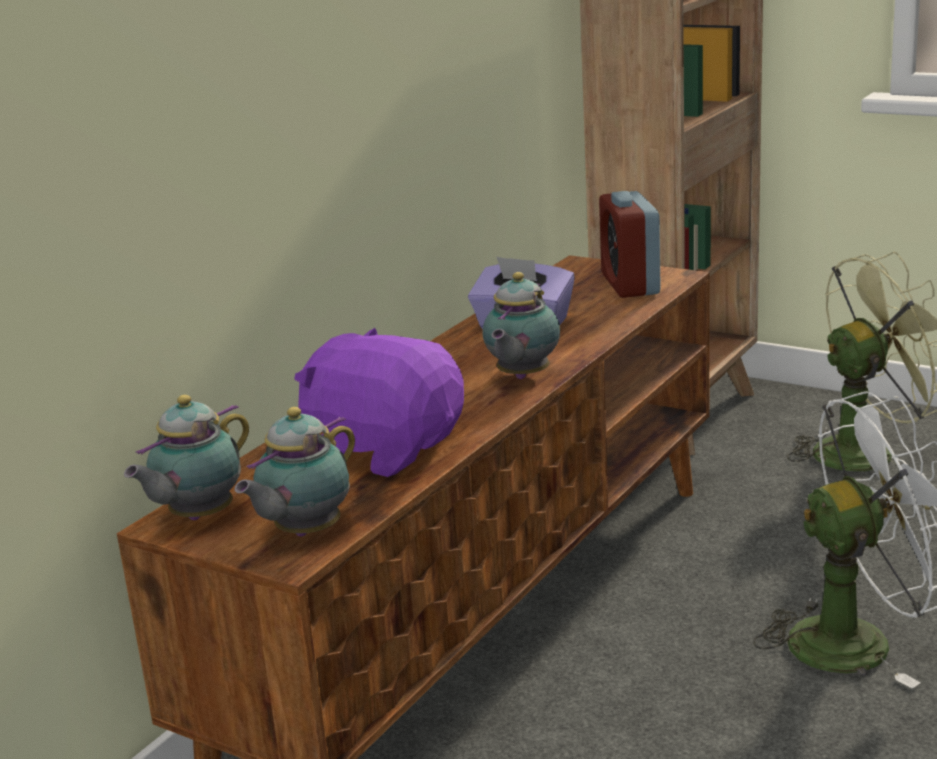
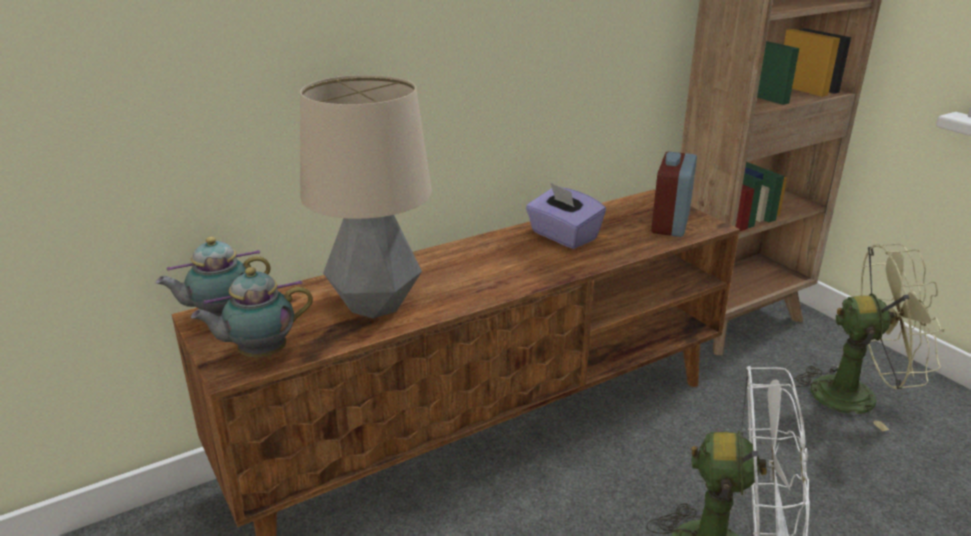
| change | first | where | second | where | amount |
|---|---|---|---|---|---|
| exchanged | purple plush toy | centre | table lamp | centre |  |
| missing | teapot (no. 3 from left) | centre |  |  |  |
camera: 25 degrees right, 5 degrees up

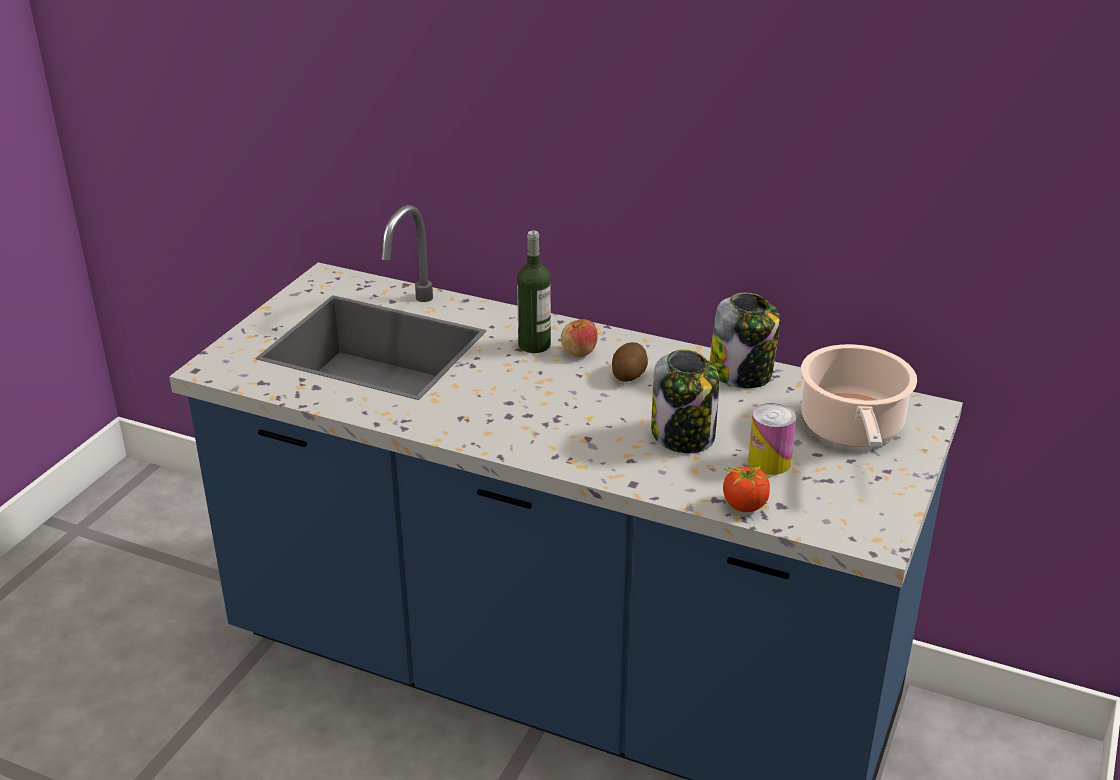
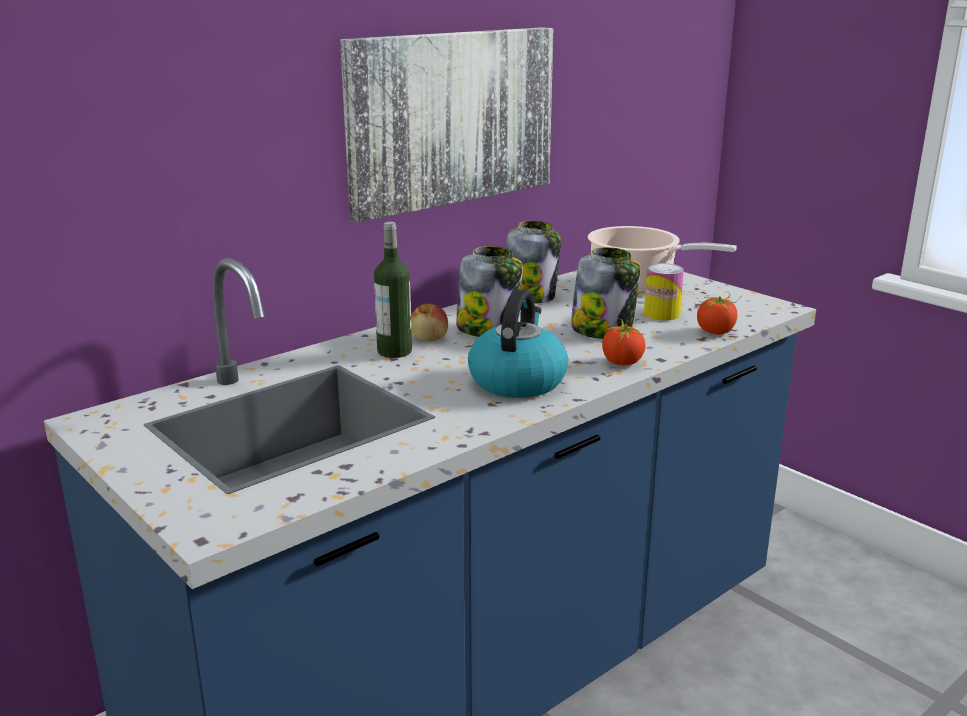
| change | first | where | second | where | amount |
|---|---|---|---|---|---|
| appeared |  |  | picture | top centre |  |
| exchanged | potato | centre | jar (no. 1 from left) | centre |  |
| appeared |  |  | kettle | centre |  |
| appeared |  |  | tomato (no. 1 from left) | centre |  |
camera: 65 degrees left, 10 degrees down

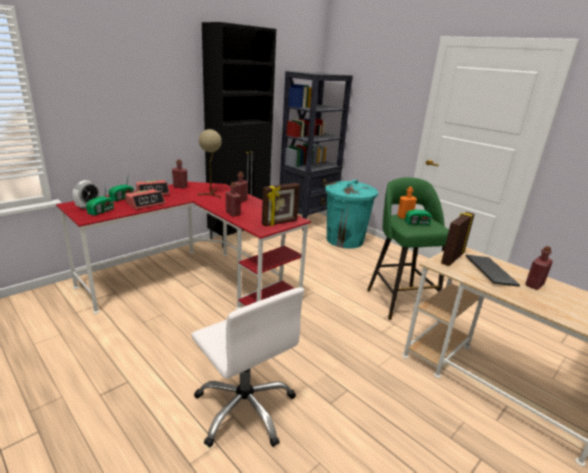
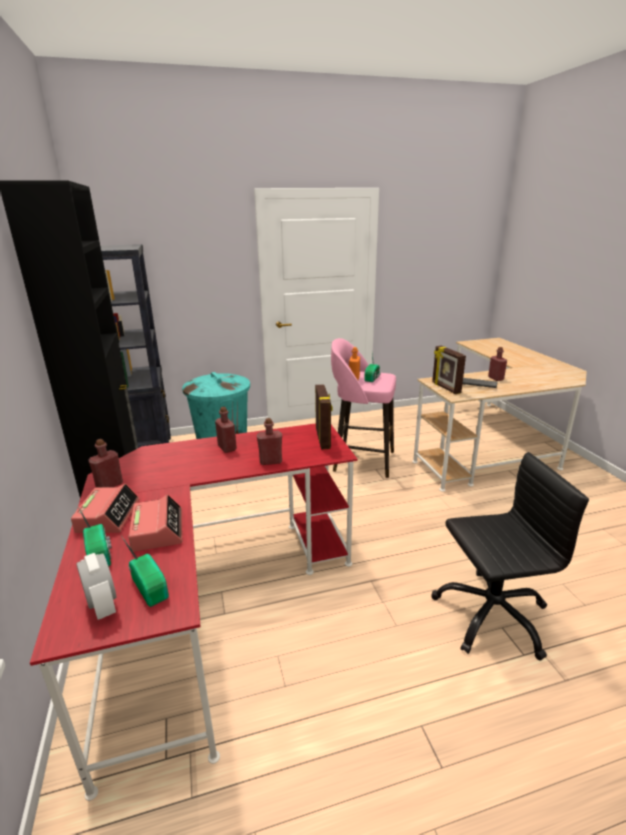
| change | first | where | second | where | amount |
|---|---|---|---|---|---|
| colour | green stool | middle right | pink stool | centre |  |
| colour | white office chair | bottom centre | black office chair | middle right |  |
| missing | beige table lamp | centre |  |  |  |
camera: 60 degrees left, 0 degrees up

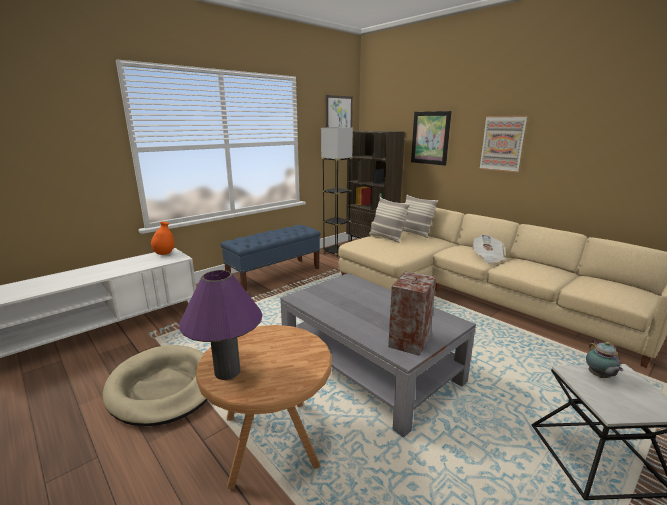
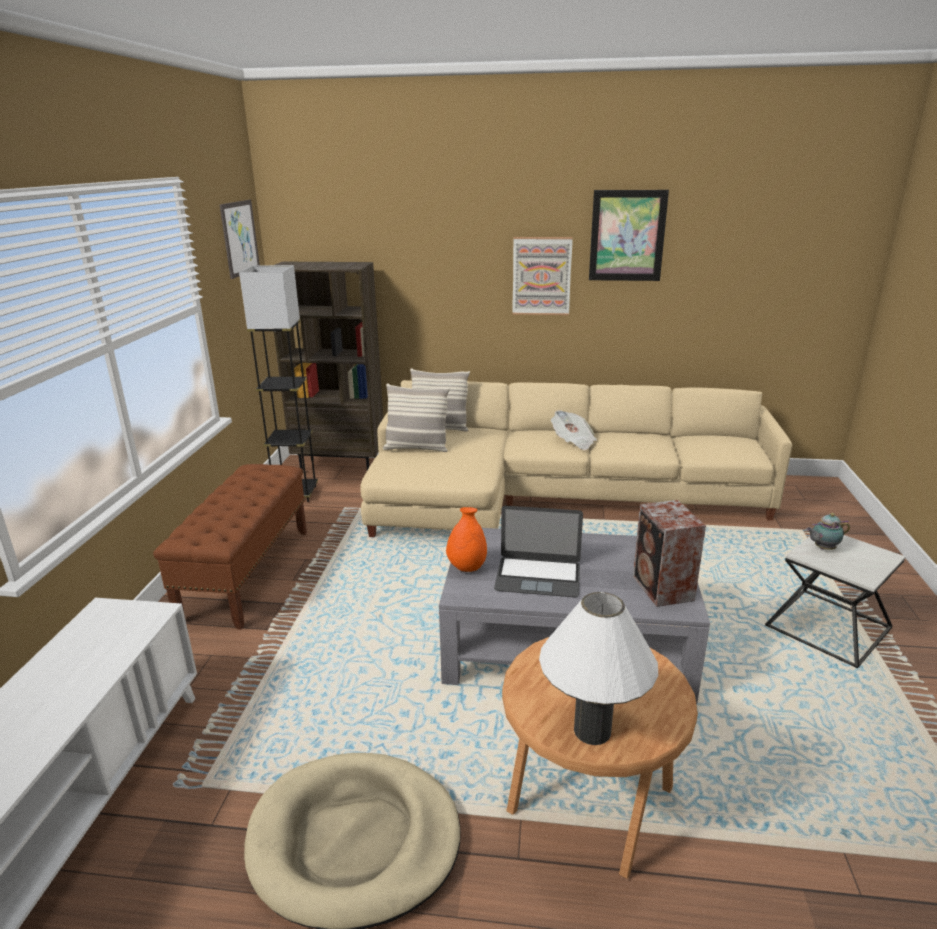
| change | first | where | second | where | amount |
|---|---|---|---|---|---|
| colour | blue bench | centre | brown bench | middle left |  |
| relocated | orange vase | middle left |  | centre |  |
| appeared |  |  | laptop | centre |  |
| colour | purple table lamp | middle left | white table lamp | bottom centre |  |
| relocated | picture (no. 2 from left in the first image) | top centre | picture (no. 3 from left) | top right |  |
| spun | teapot | bottom right |  | middle right | 120 degrees clockwise |
camera: 40 degrees left, 5 degrees up

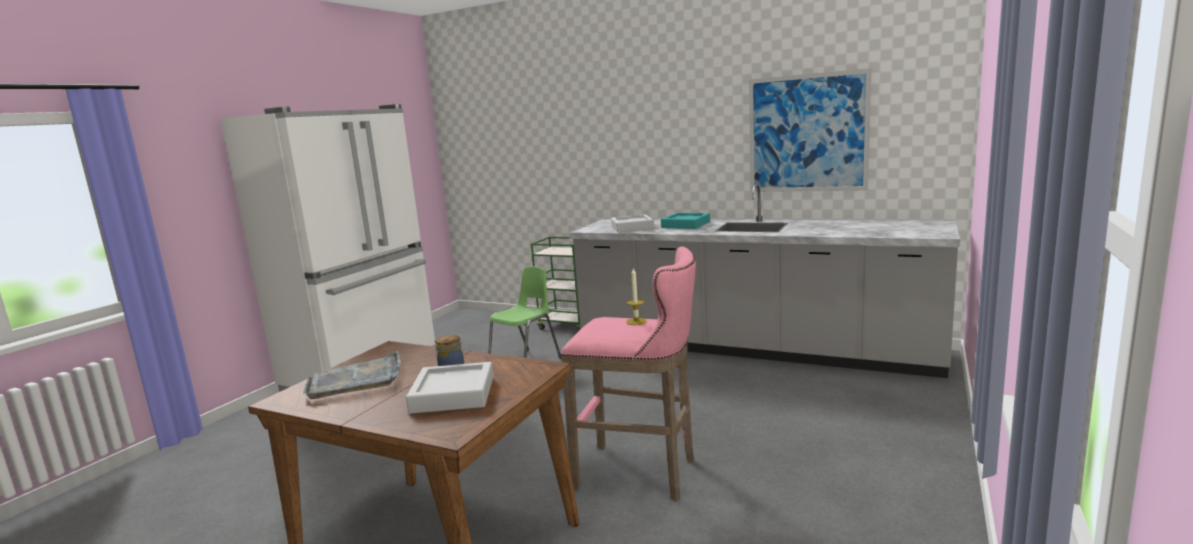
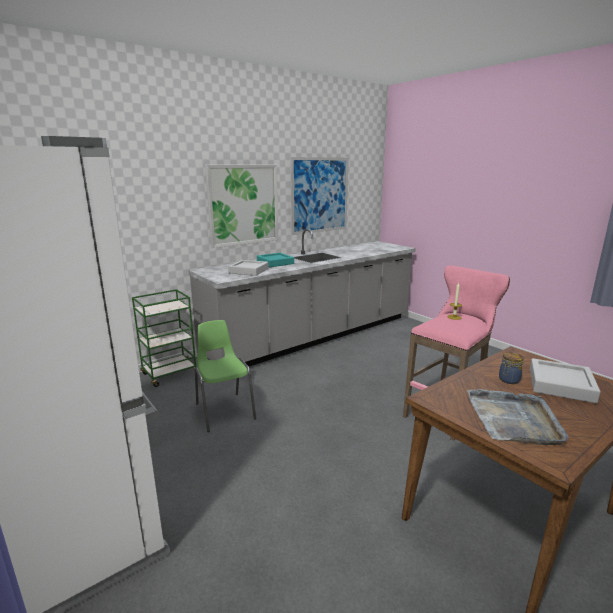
| change | first | where | second | where | amount |
|---|---|---|---|---|---|
| appeared |  |  | picture (no. 1 from left) | centre |  |
camera: 65 degrees left, 5 degrees up

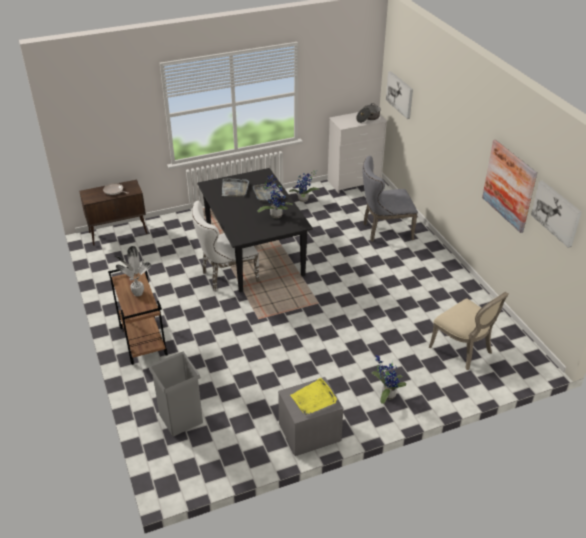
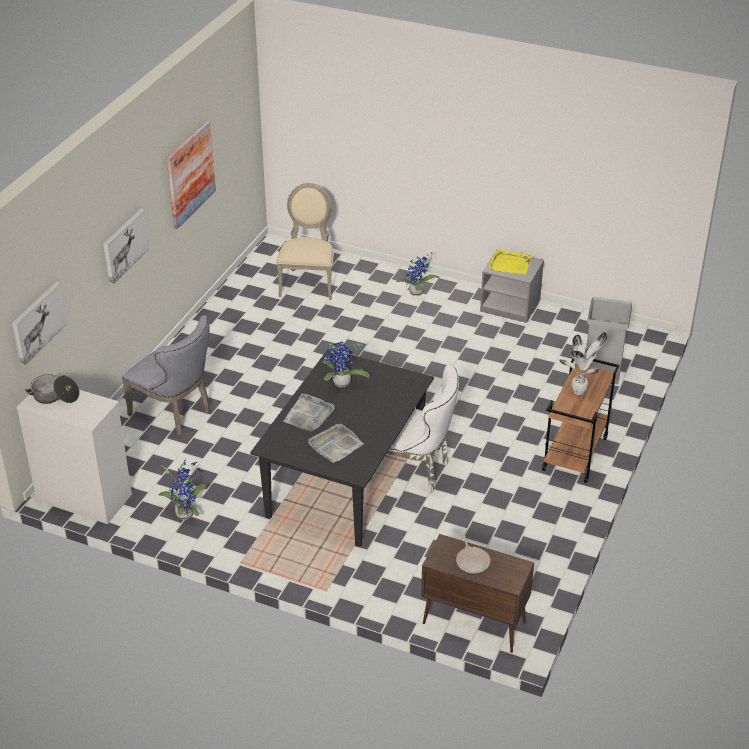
| change | first | where | second | where | amount |
|---|---|---|---|---|---|
| relocated | picture (no. 3 from left in the first image) | middle right | picture (no. 2 from left) | top left |  |
camera: 135 degrees left, 0 degrees up

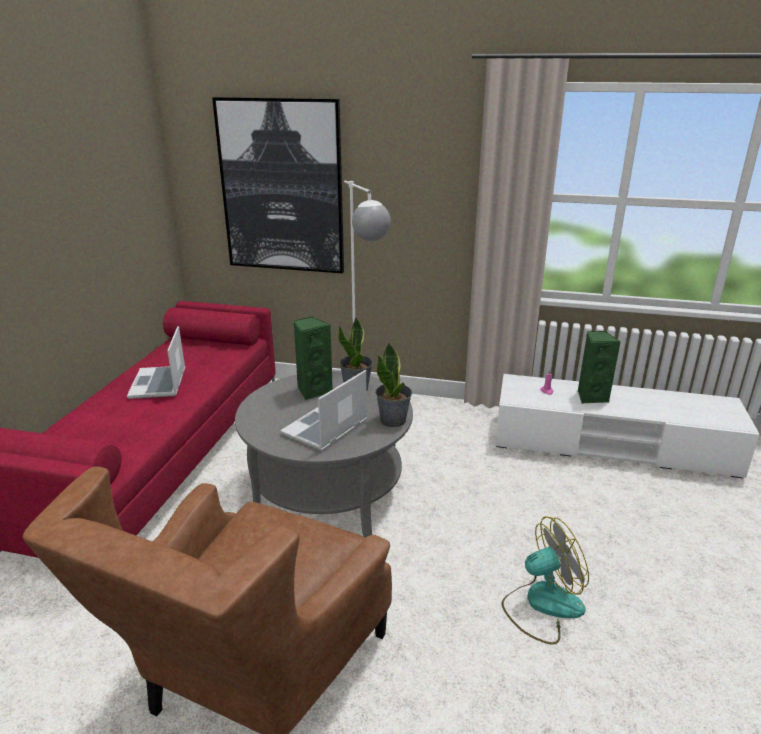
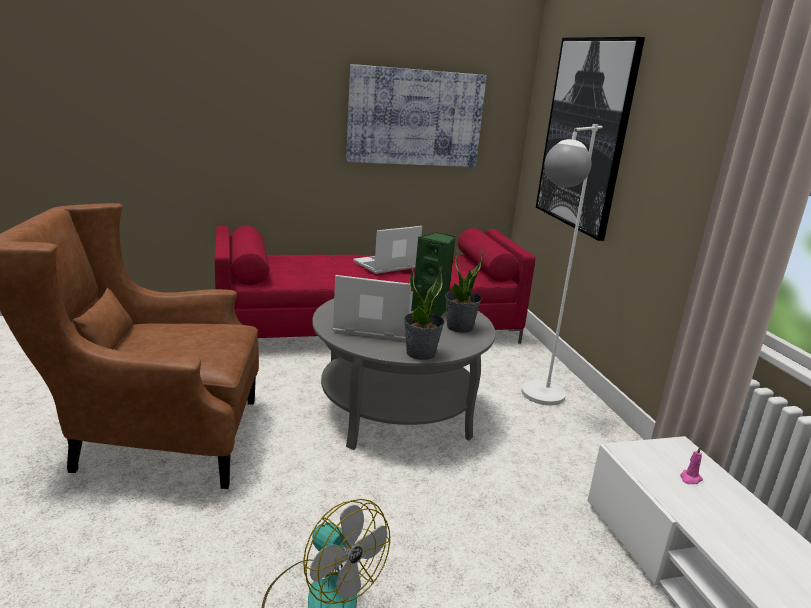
| change | first | where | second | where | amount |
|---|---|---|---|---|---|
| appeared |  |  | picture (no. 1 from left) | top centre |  |
| missing | green speaker (no. 2 from left) | middle right |  |  |  |
camera: 60 degrees right, 5 degrees down

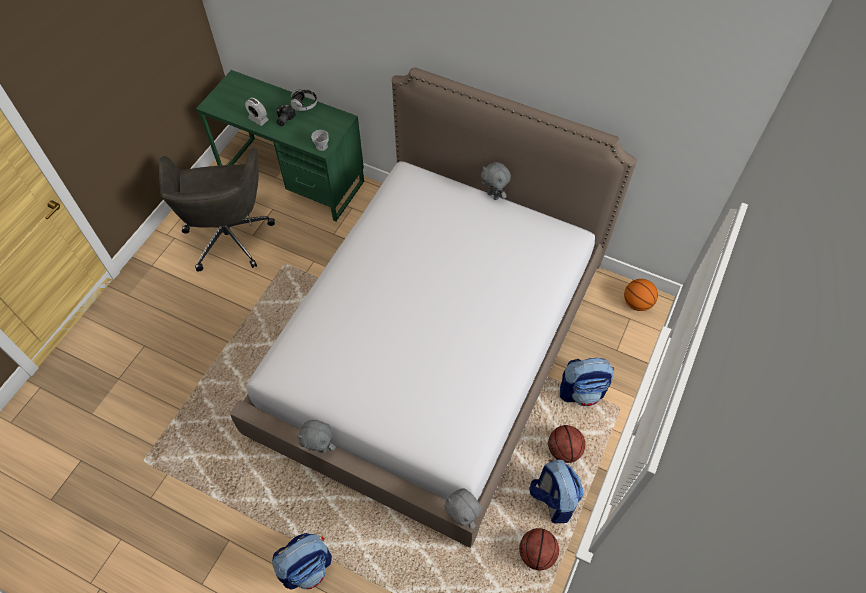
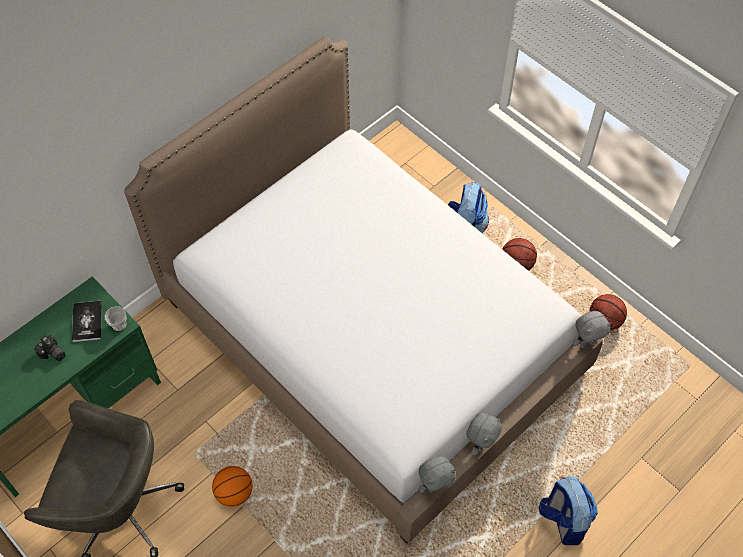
| change | first | where | second | where | amount |
|---|---|---|---|---|---|
| appeared |  |  | book | middle left |  |
| relocated | basketball (no. 3 from left in the first image) | middle right | basketball (no. 1 from left) | bottom left |  |
| relocated | grey plush toy (no. 3 from left in the first image) | top centre | grey plush toy (no. 1 from left) | bottom centre |  |
| missing | alarm clock | top left |  |  |  |
| missing | headphones | top centre |  |  |  |
| missing | backpack (no. 2 from left) | bottom centre |  |  |  |
camera: 70 degrees left, 0 degrees up

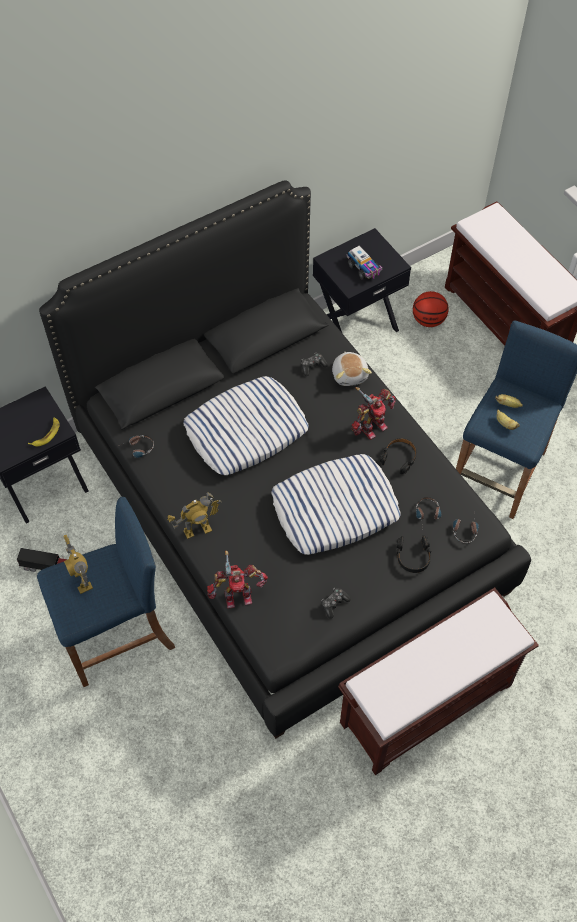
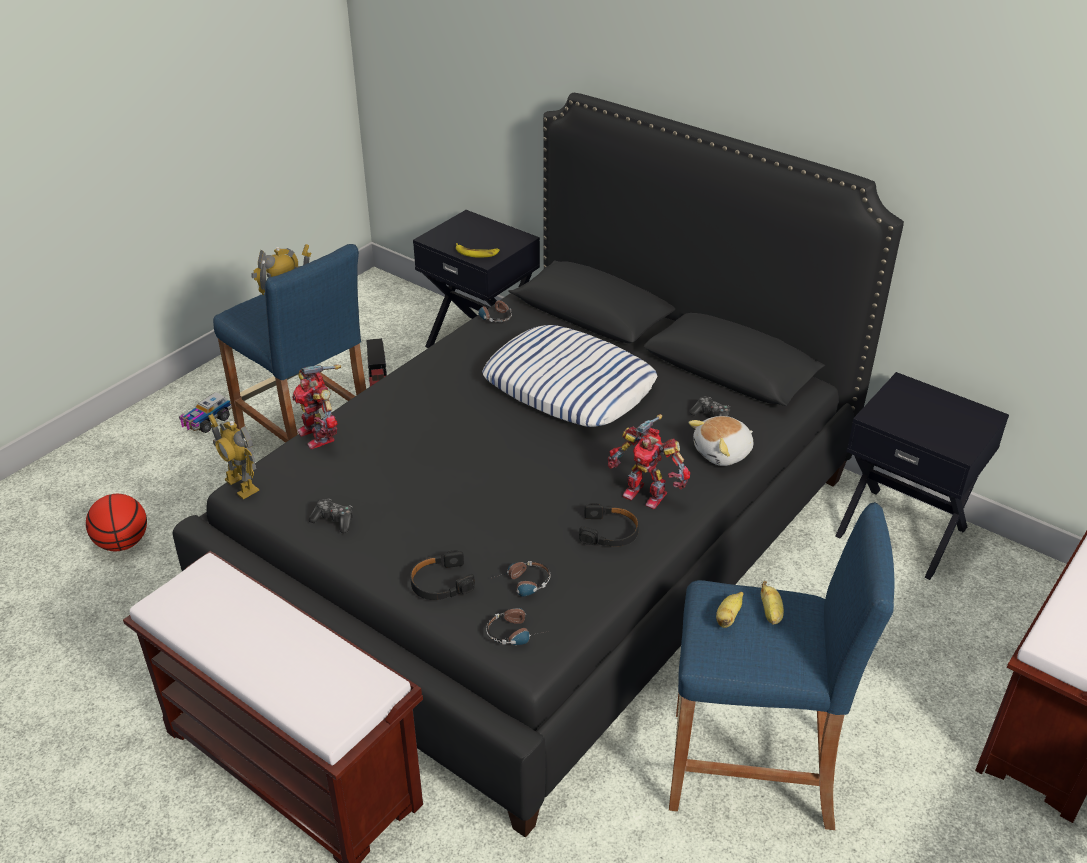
| change | first | where | second | where | amount |
|---|---|---|---|---|---|
| relocated | basketball | middle right |  | middle left |  |
| relocated | toy truck (no. 2 from left in the first image) | top centre | toy truck (no. 1 from left) | middle left |  |
| relocated | toy robot (no. 2 from left in the first image) | centre | toy robot (no. 1 from left) | middle left |  |
| missing | pillow (no. 2 from left) | centre |  |  |  |
camera: 70 degrees right, 20 degrees down

